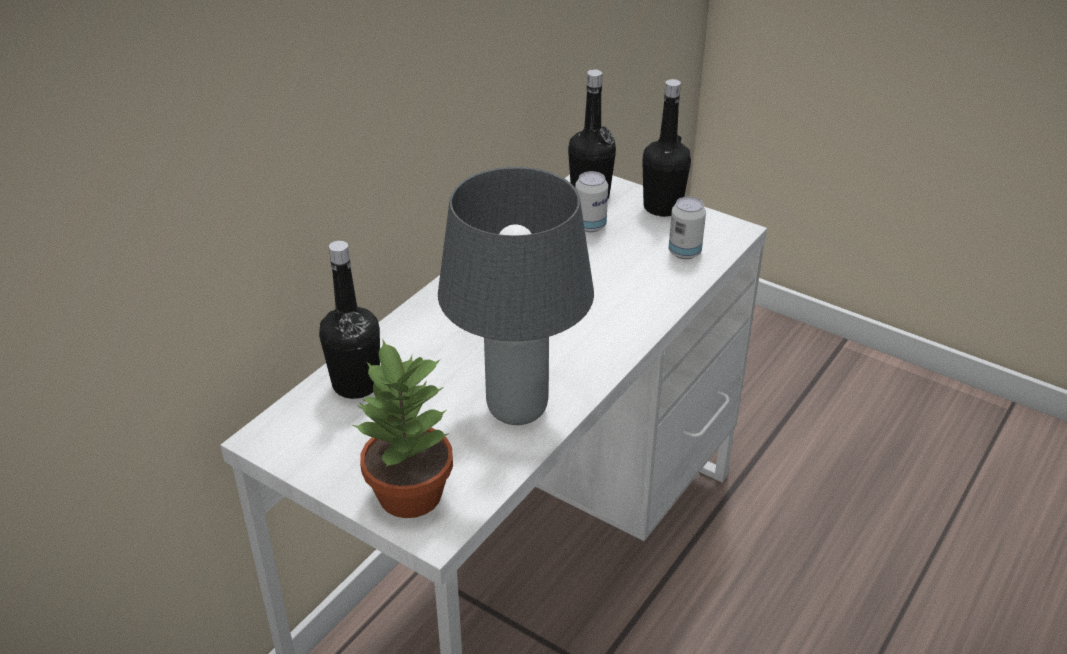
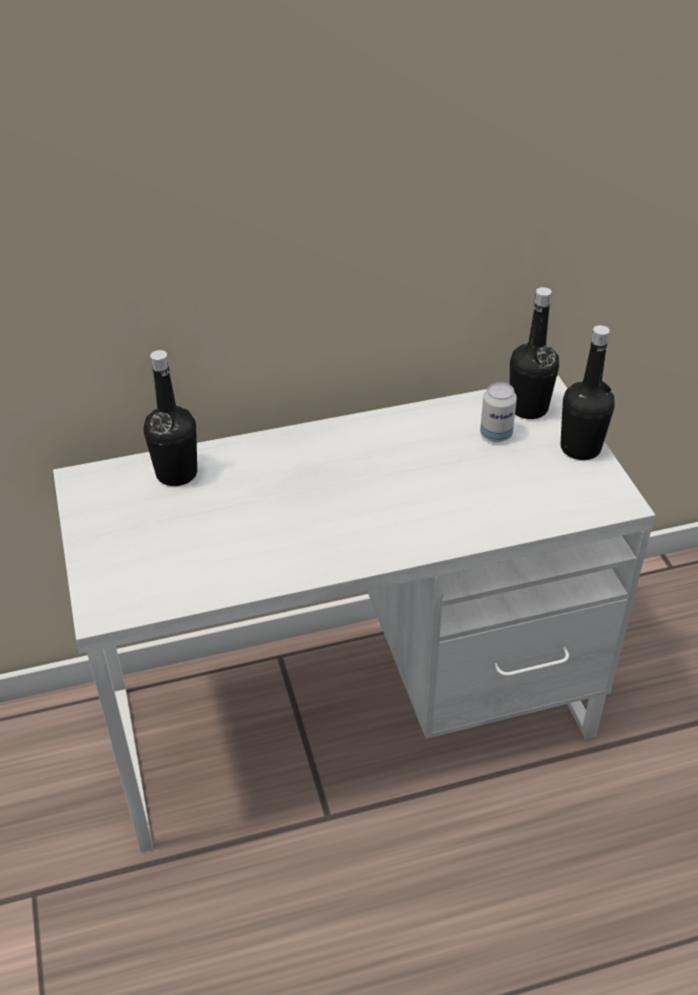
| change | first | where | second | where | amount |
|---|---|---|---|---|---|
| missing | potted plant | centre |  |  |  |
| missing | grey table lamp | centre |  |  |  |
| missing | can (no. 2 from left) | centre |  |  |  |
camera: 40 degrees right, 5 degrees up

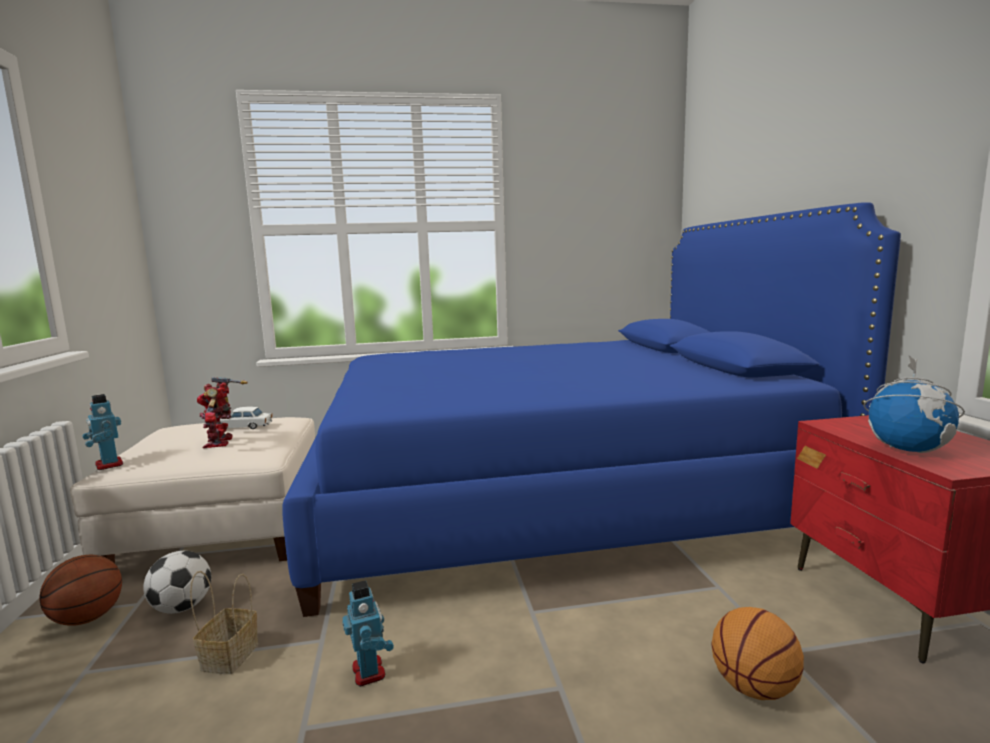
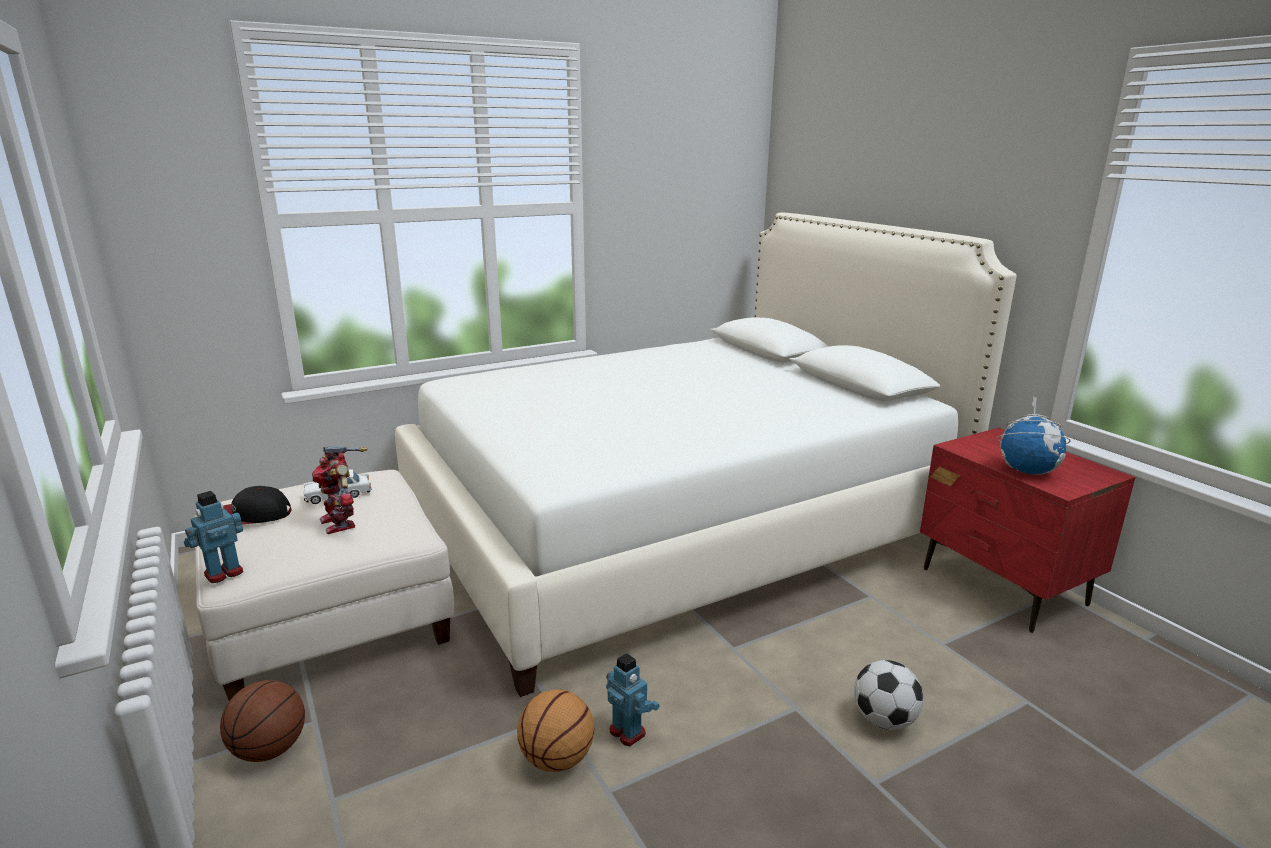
| change | first | where | second | where | amount |
|---|---|---|---|---|---|
| spun | toy robot (no. 1 from left) | middle left |  | middle left | 105 degrees clockwise |
| appeared |  |  | cap | middle left |  |
| colour | blue bed | centre | white bed | centre |  |
| relocated | basketball (no. 2 from left) | bottom right |  | bottom centre |  |
| relocated | football | bottom left |  | bottom right |  |
| missing | basket | bottom left |  |  |  |
camera: 20 degrees left, 10 degrees up

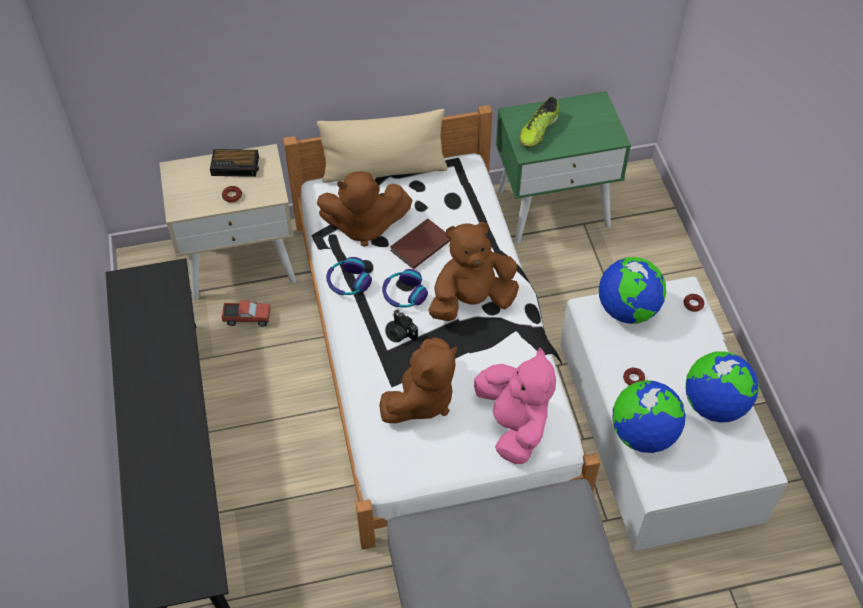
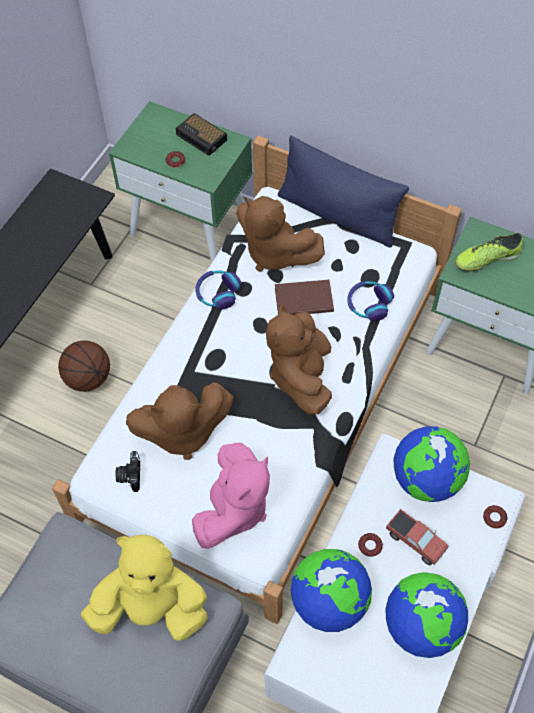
| change | first | where | second | where | amount |
|---|---|---|---|---|---|
| appeared |  |  | basketball | middle left |  |
| appeared |  |  | yellow plush toy | bottom left |  |
| colour | beige nightstand | middle left | green nightstand (no. 1 from left) | top centre |  |
| relocated | photo camera | centre |  | middle left |  |
| spun | brown plush toy (no. 3 from left) | centre |  | centre | 105 degrees counterclockwise |
| colour | beige pillow | top centre | blue pillow | top centre |  |
| relocated | headphones (no. 2 from left) | centre |  | middle right |  |
| relocated | toy truck | middle left |  | bottom right |  |
camera: 40 degrees right, 5 degrees up

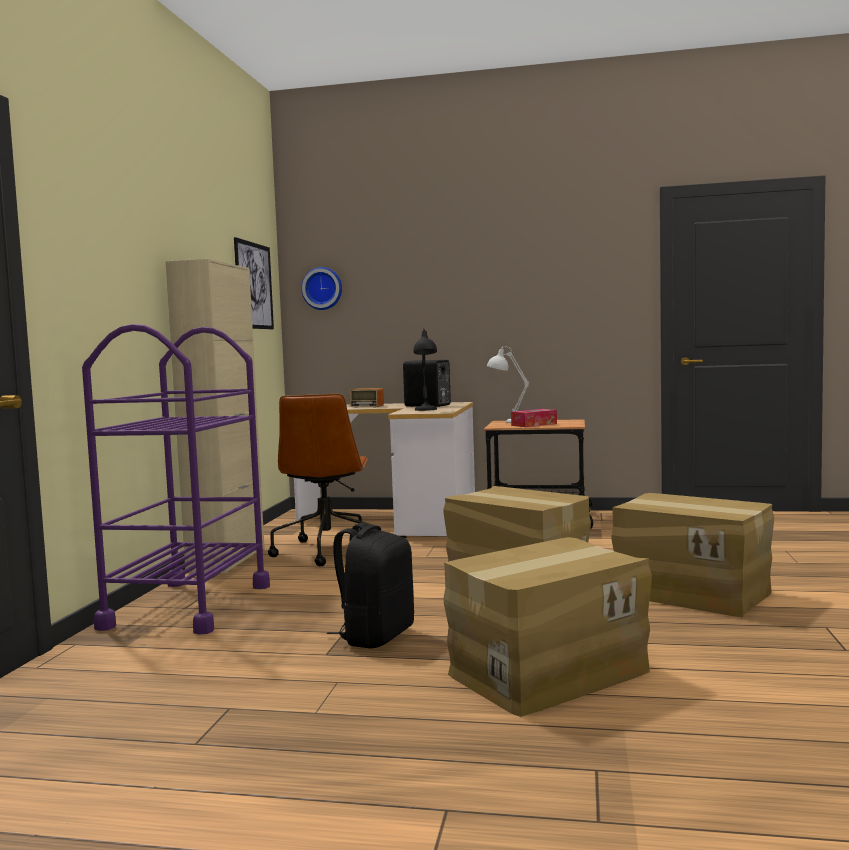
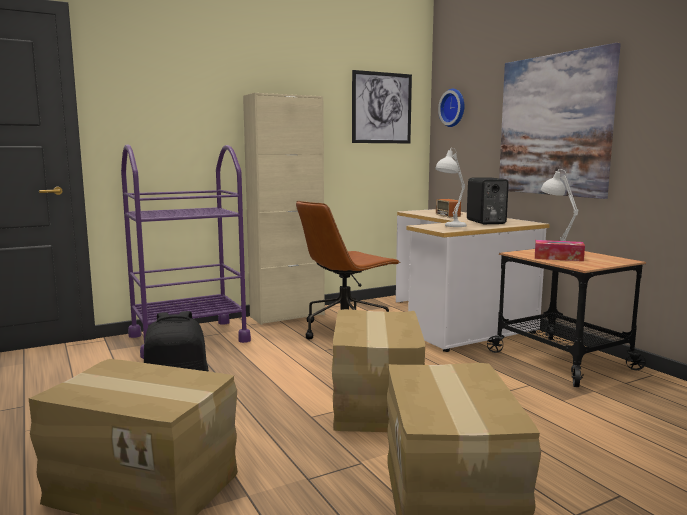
| change | first | where | second | where | amount |
|---|---|---|---|---|---|
| colour | black table lamp | centre | white table lamp (no. 1 from left) | centre |  |
| appeared |  |  | picture (no. 2 from left) | top right |  |
camera: 50 degrees right, 5 degrees up

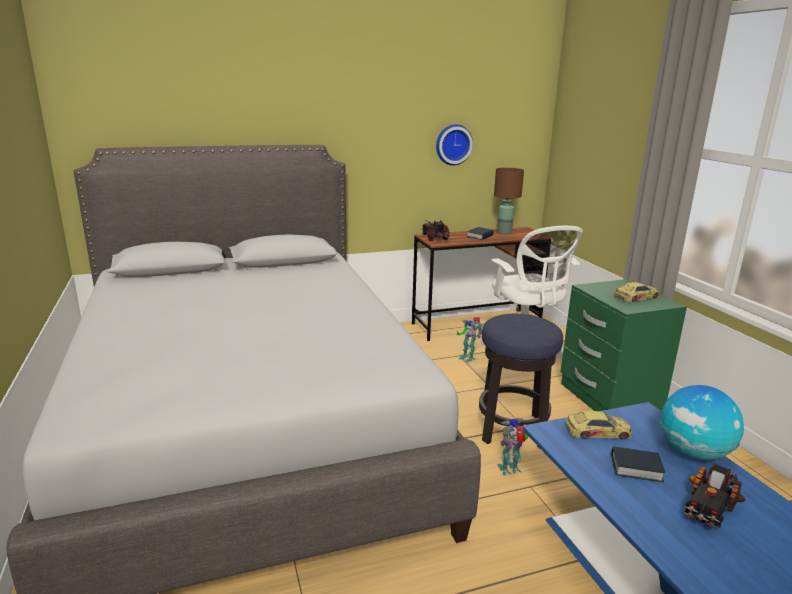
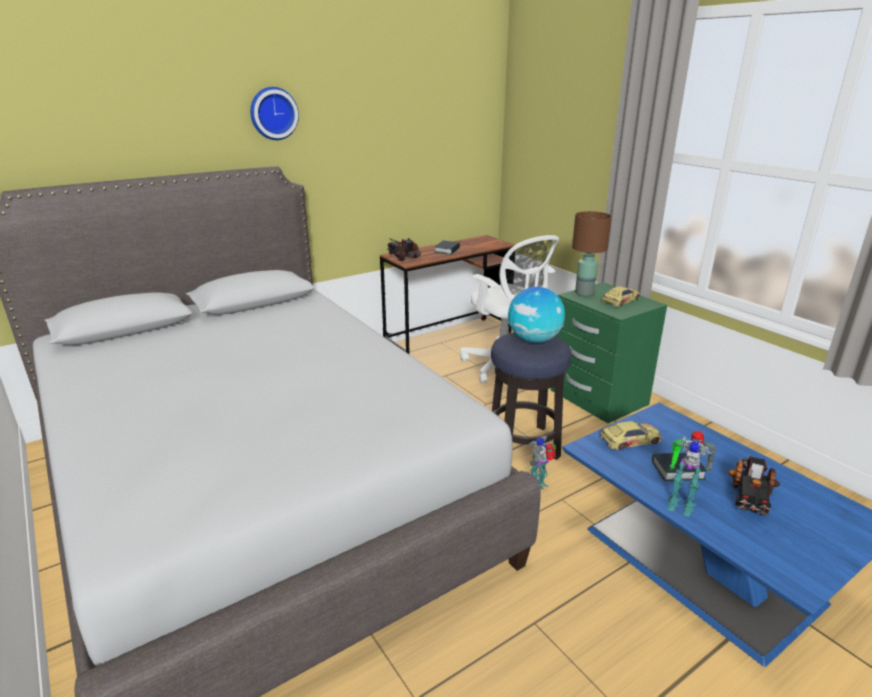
| change | first | where | second | where | amount |
|---|---|---|---|---|---|
| relocated | wall clock | top centre |  | top left |  |
| relocated | globe | bottom right |  | centre |  |
| relocated | brown table lamp | centre |  | middle right |  |
| relocated | toy robot (no. 1 from left in the first image) | centre | toy robot (no. 2 from left) | bottom right |  |
camera: 15 degrees left, 5 degrees up

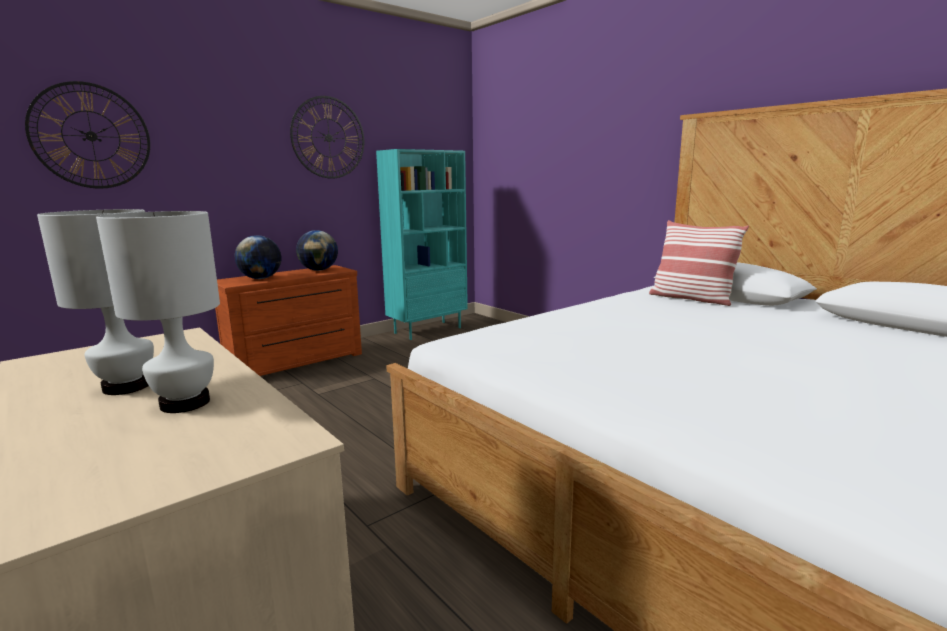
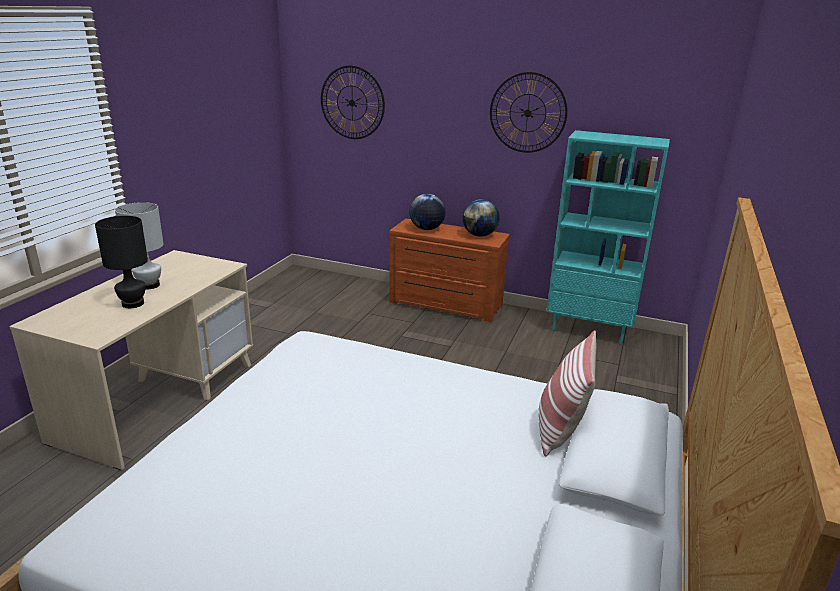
| change | first | where | second | where | amount |
|---|---|---|---|---|---|
| colour | white table lamp (no. 2 from left) | middle left | black table lamp | middle left |  |
camera: 60 degrees right, 10 degrees up

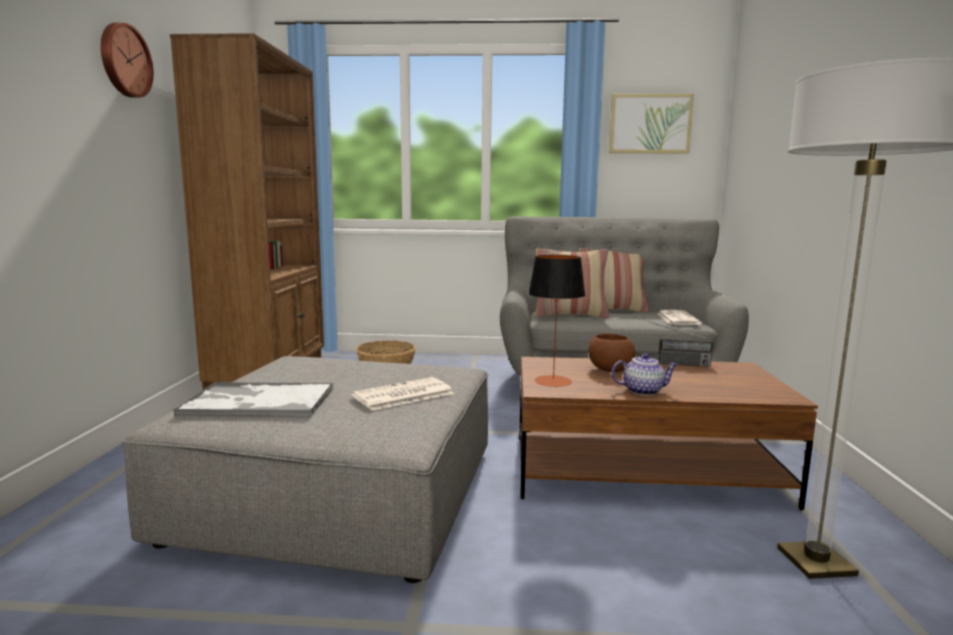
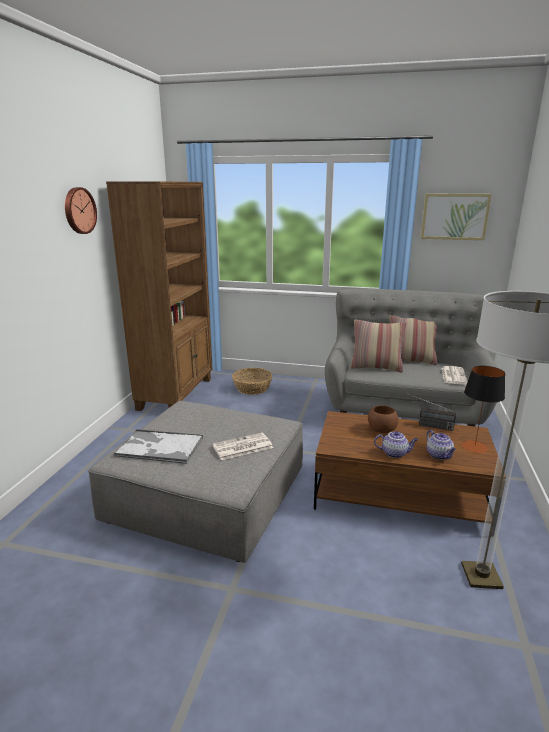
| change | first | where | second | where | amount |
|---|---|---|---|---|---|
| appeared |  |  | teapot (no. 2 from left) | middle right |  |
| relocated | table lamp | centre |  | middle right |  |
camera: 10 degrees right, 10 degrees up

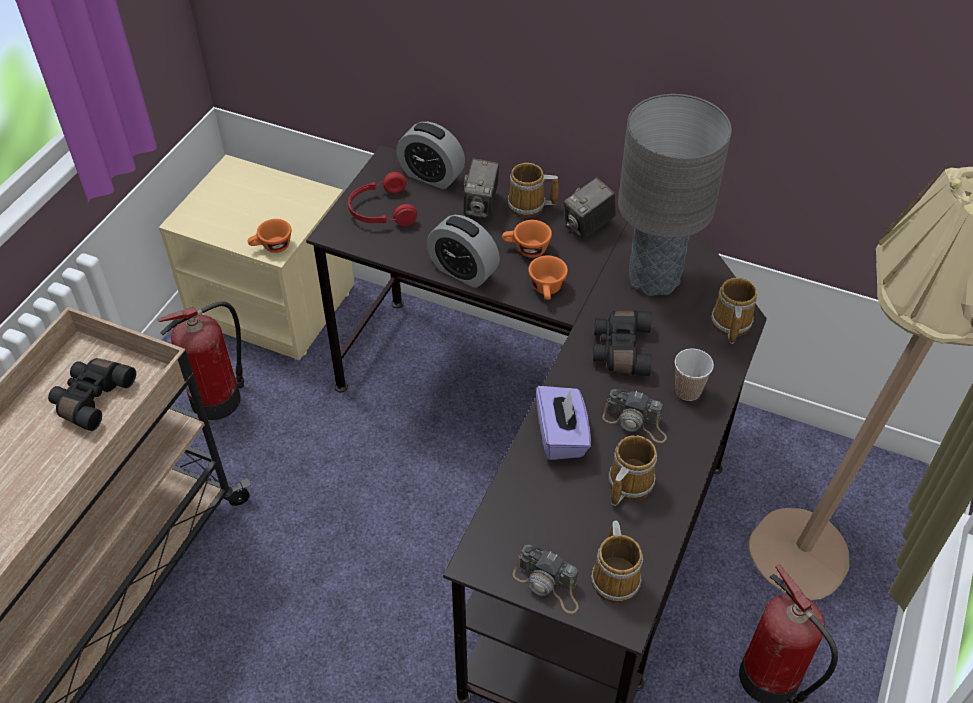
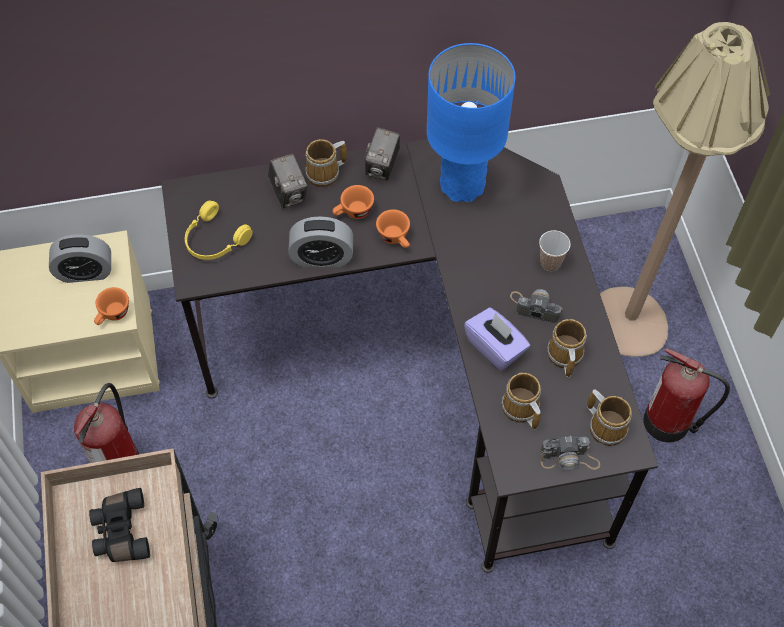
| change | first | where | second | where | amount |
|---|---|---|---|---|---|
| relocated | alarm clock (no. 1 from left) | top centre |  | middle left |  |
| colour | red headphones | top centre | yellow headphones | middle left |  |
| colour | grey table lamp | top right | blue table lamp | top centre |  |
| relocated | mug (no. 4 from left in the first image) | middle right | mug (no. 2 from left) | centre |  |
| spun | photo camera (no. 4 from left in the first image) | centre | photo camera (no. 3 from left) | middle right | 150 degrees counterclockwise |
| missing | black binoculars (no. 2 from left) | centre |  |  |  |
camera: 35 degrees left, 10 degrees up

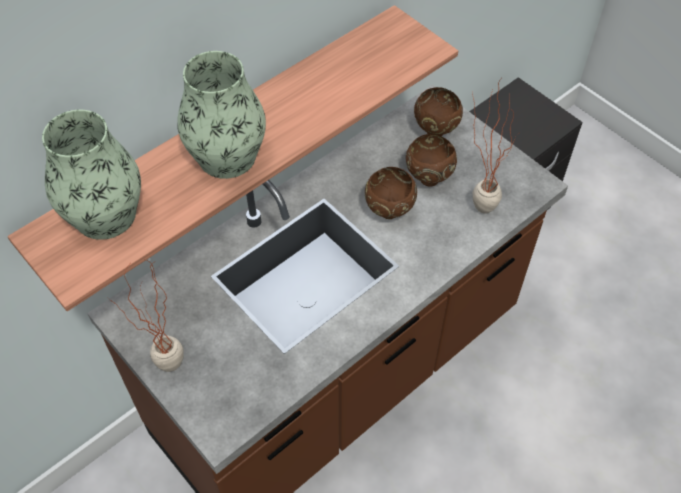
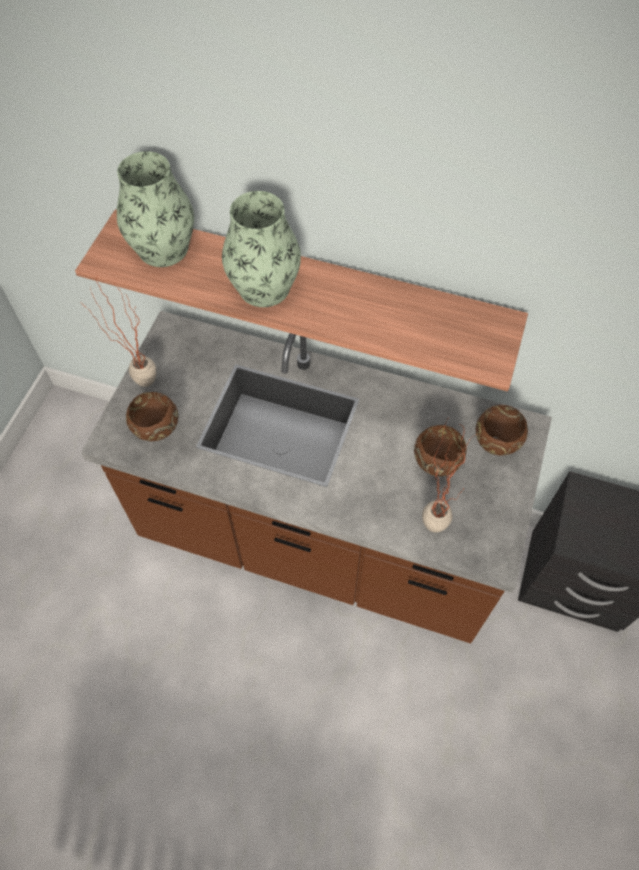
| change | first | where | second | where | amount |
|---|---|---|---|---|---|
| relocated | brown bowl (no. 1 from left) | centre |  | middle left |  |
camera: 60 degrees right, 5 degrees up

